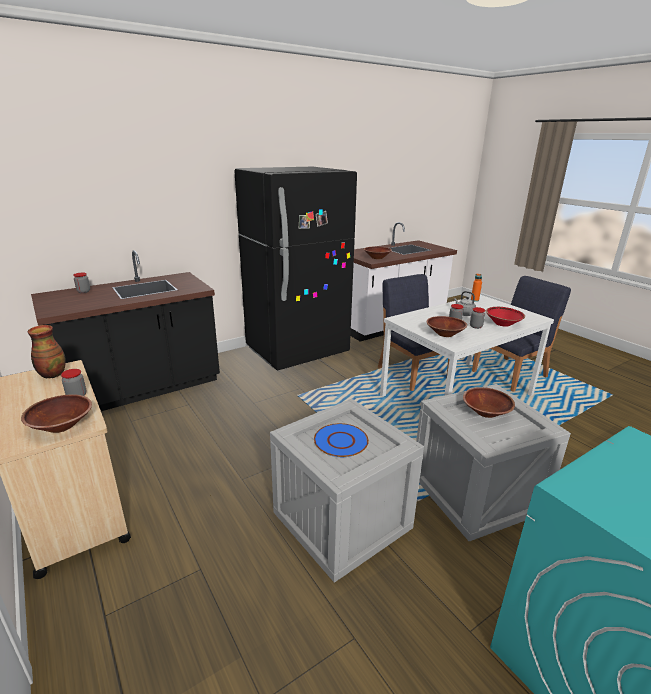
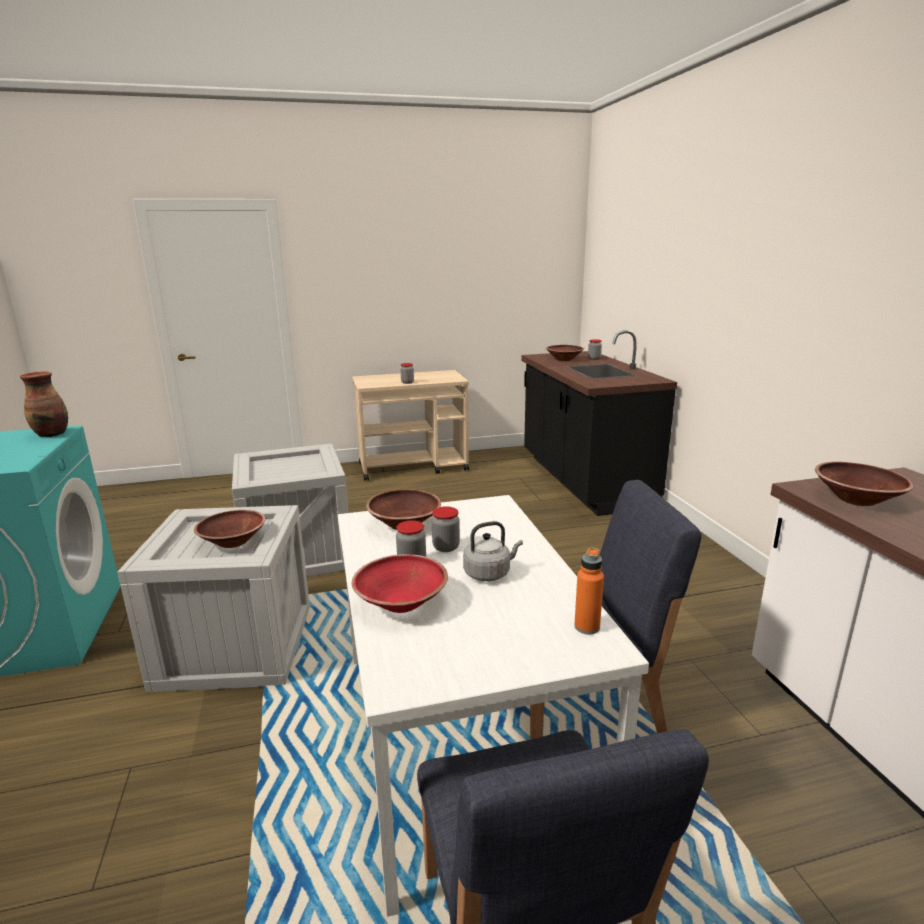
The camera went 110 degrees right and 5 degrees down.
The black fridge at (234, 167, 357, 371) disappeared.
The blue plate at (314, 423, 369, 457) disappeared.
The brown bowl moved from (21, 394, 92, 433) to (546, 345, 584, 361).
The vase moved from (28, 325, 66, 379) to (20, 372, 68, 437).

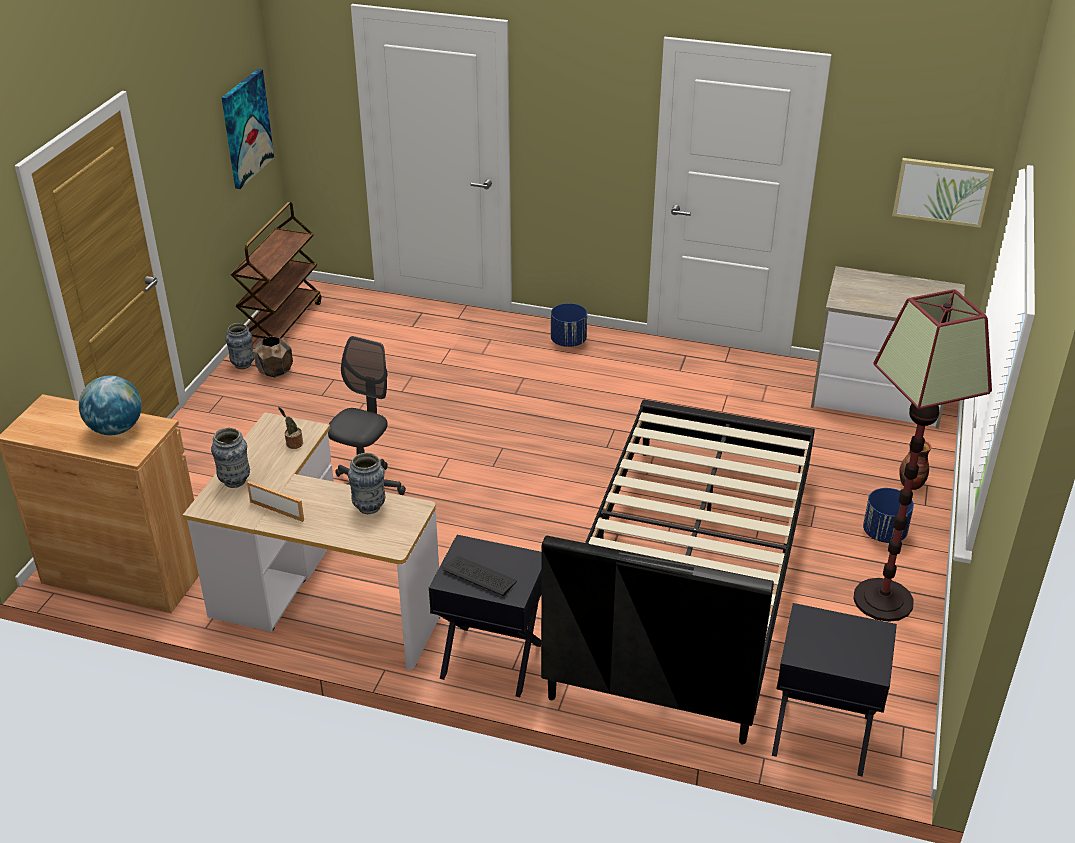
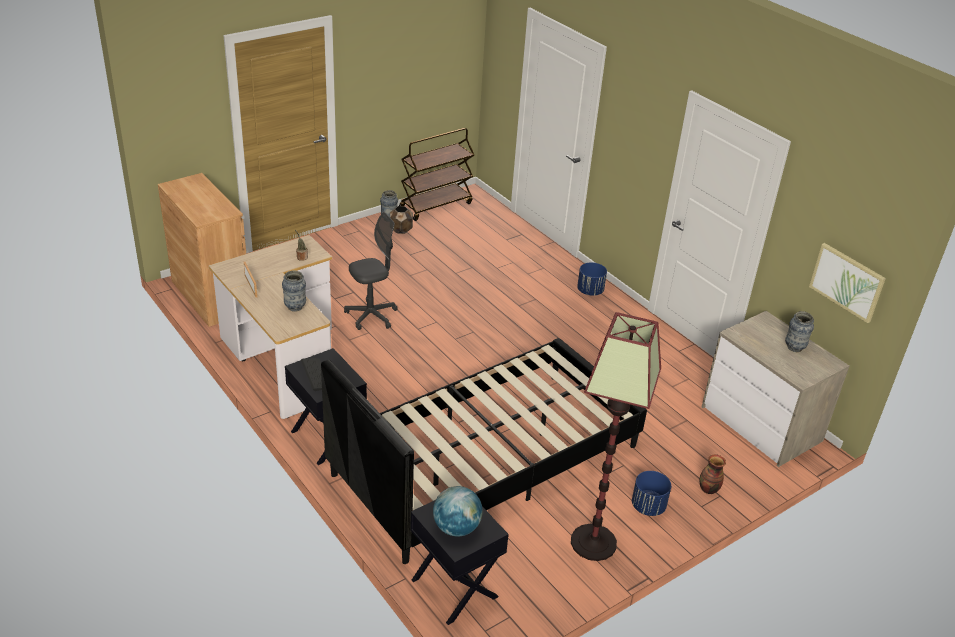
The camera went 35 degrees right and 0 degrees up.
The picture at (222, 69, 274, 189) disappeared.
The globe moved from (79, 375, 142, 435) to (433, 486, 483, 536).
The vase moved from (211, 428, 250, 488) to (785, 311, 814, 352).

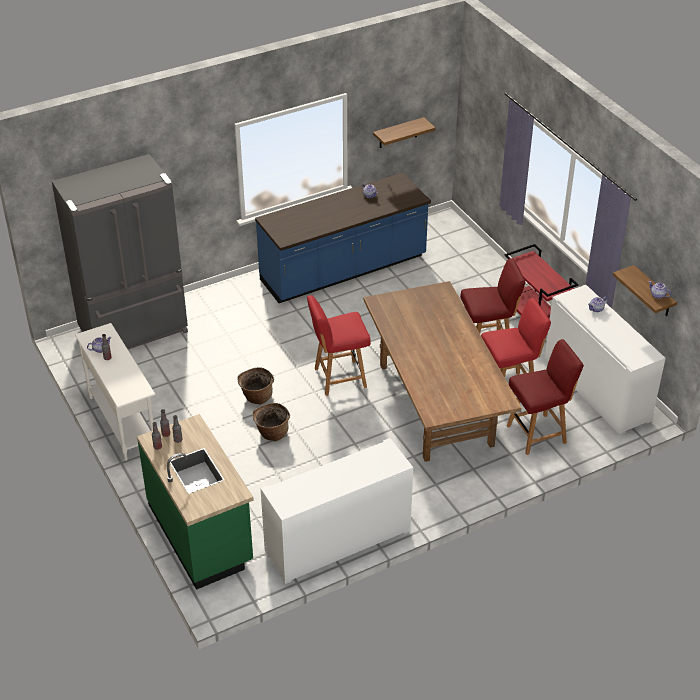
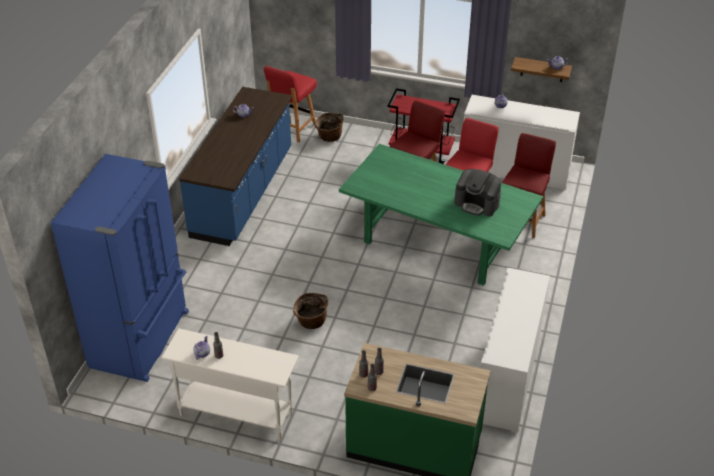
The camera went 45 degrees left and 0 degrees up.
The shelf at (373, 117, 436, 148) disappeared.
The coffee machine at (454, 169, 501, 217) appeared.
The basket moved from (252, 403, 290, 442) to (315, 113, 344, 142).
The red chair moved from (307, 295, 371, 396) to (264, 66, 317, 142).
The grey fridge at (52, 154, 188, 349) became the blue fridge at (51, 154, 189, 382).
The brown dining table at (364, 281, 521, 462) became the green dining table at (339, 144, 543, 286).

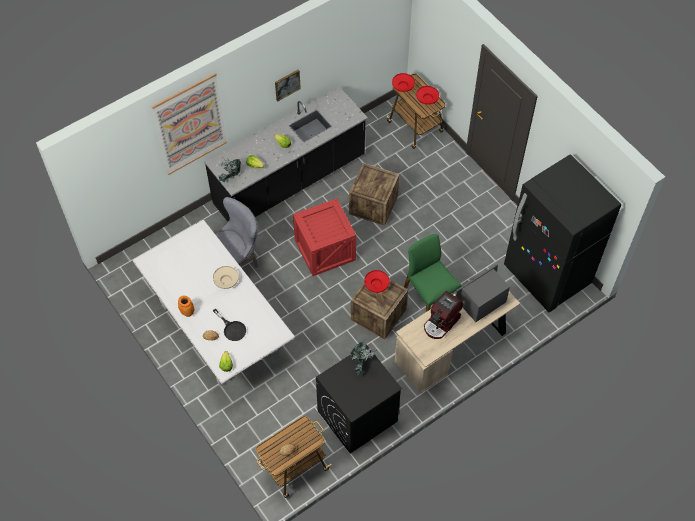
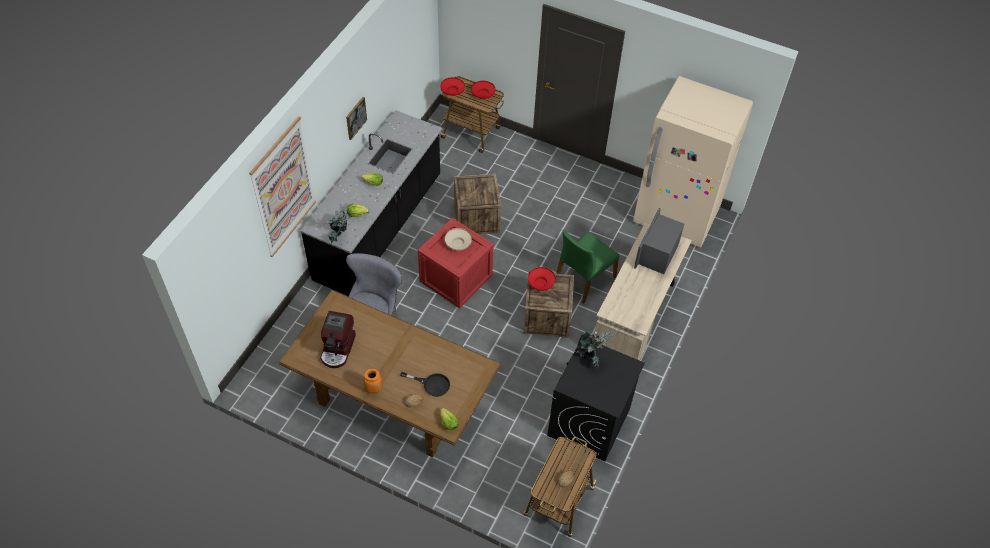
The camera went 30 degrees left and 5 degrees down.
The beige bowl moved from (213, 266, 239, 289) to (445, 228, 472, 250).
The coffee machine moved from (424, 291, 463, 339) to (320, 311, 356, 368).
The white dining table at (133, 219, 295, 386) became the brown dining table at (279, 290, 501, 457).
The black fridge at (504, 155, 621, 312) became the beige fridge at (633, 76, 753, 247).
The green chair at (404, 234, 462, 312) turned 75 degrees counterclockwise.

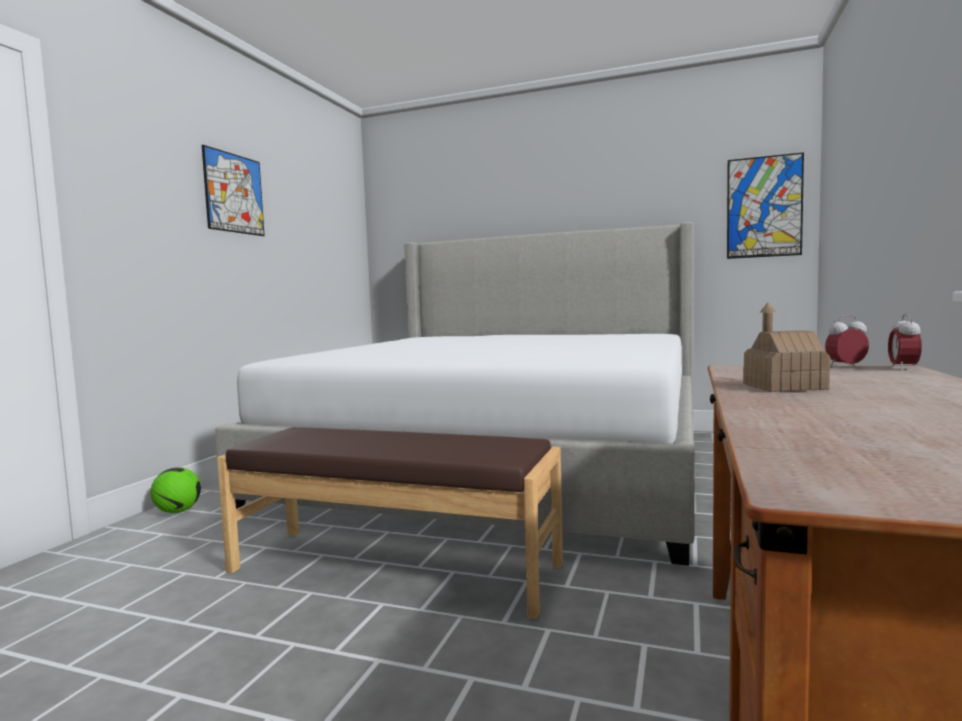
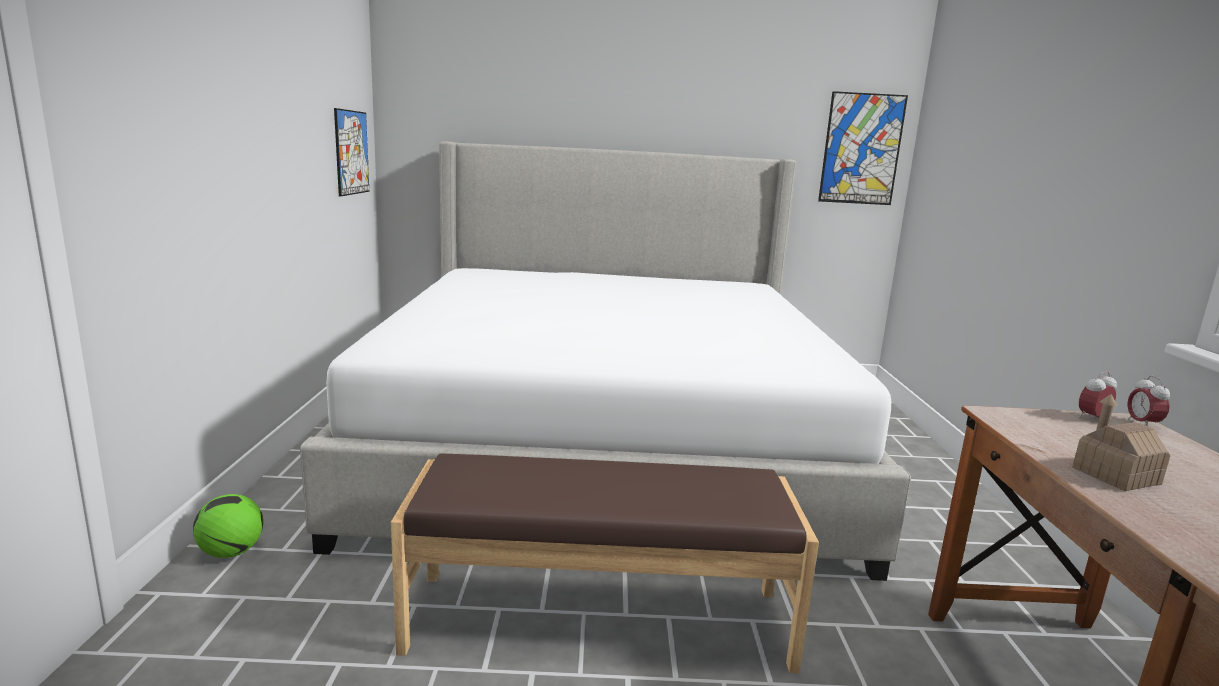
The camera went 20 degrees left and 10 degrees up.
The picture moved from (202, 145, 265, 236) to (334, 108, 369, 197).

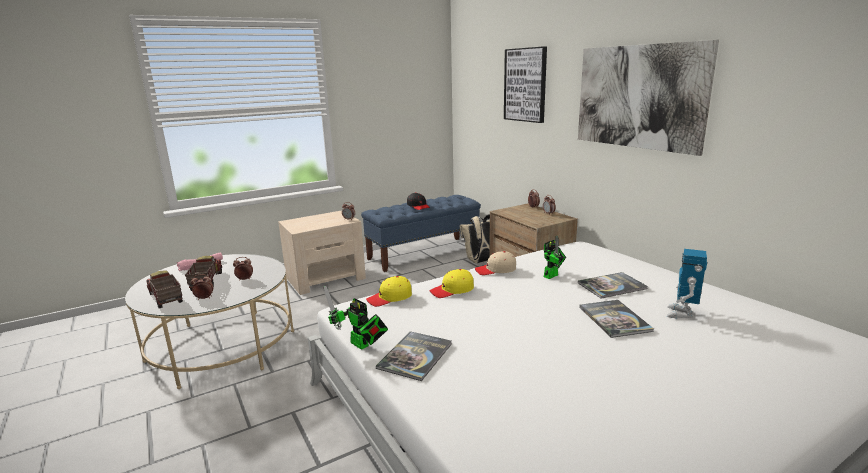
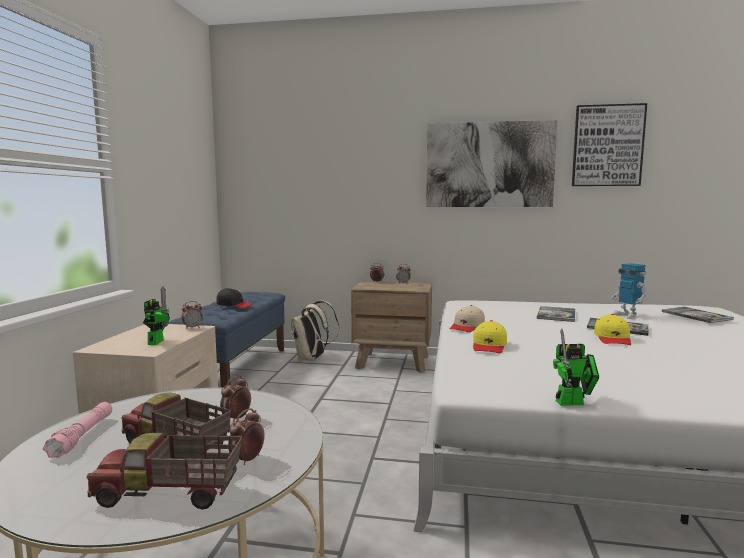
The camera went 50 degrees left and 10 degrees down.
The yellow cap moved from (366, 276, 412, 307) to (594, 314, 631, 345).
The book moved from (376, 331, 452, 381) to (662, 307, 734, 323).
The picture moved from (504, 46, 547, 123) to (572, 103, 647, 186).
The toy robot moved from (544, 236, 566, 279) to (143, 286, 170, 345).

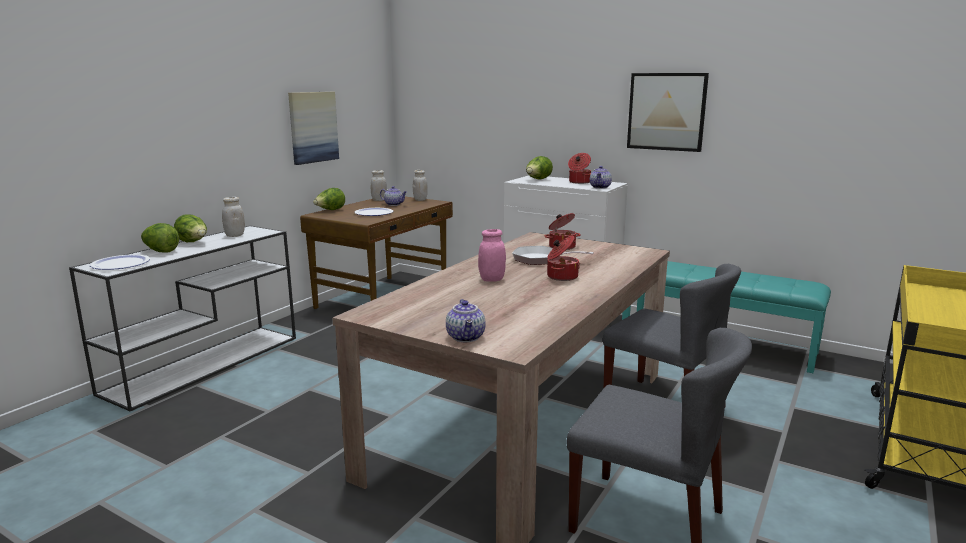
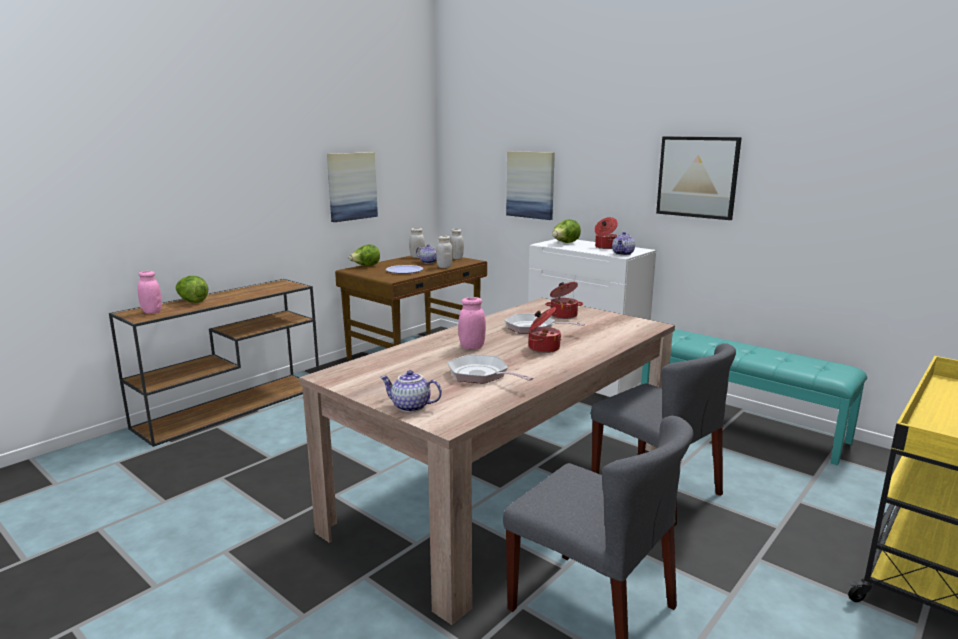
The camera went 10 degrees right and 0 degrees up.
The lettuce at (174, 215, 207, 242) disappeared.
The frying pan at (447, 354, 534, 384) appeared.
The picture at (506, 151, 555, 220) appeared.
The white jar moved from (222, 197, 245, 237) to (436, 236, 453, 268).
The plate at (90, 255, 150, 270) was replaced by the pink jar at (137, 271, 162, 314).
The white console table at (69, 225, 296, 411) became the brown console table at (109, 279, 319, 447).
The teapot at (446, 299, 486, 342) turned 105 degrees clockwise.

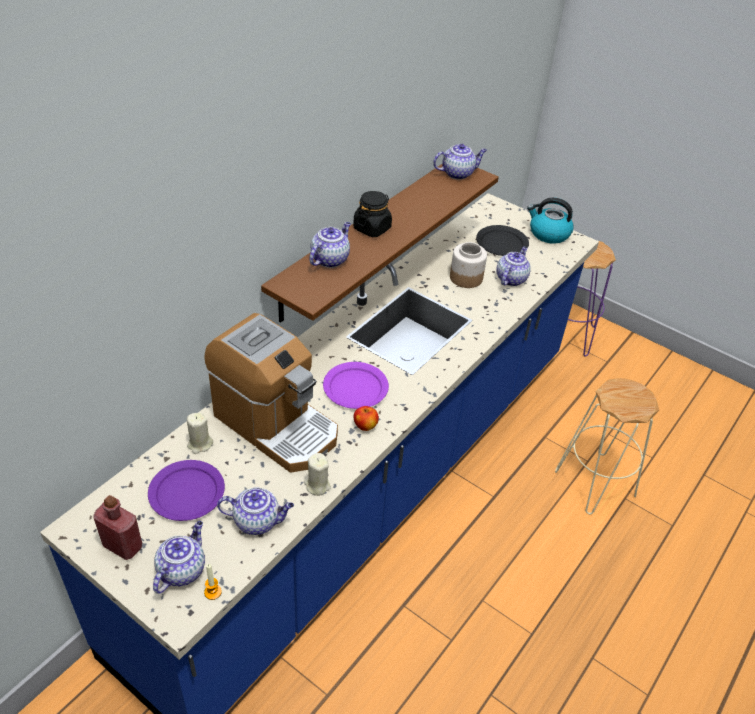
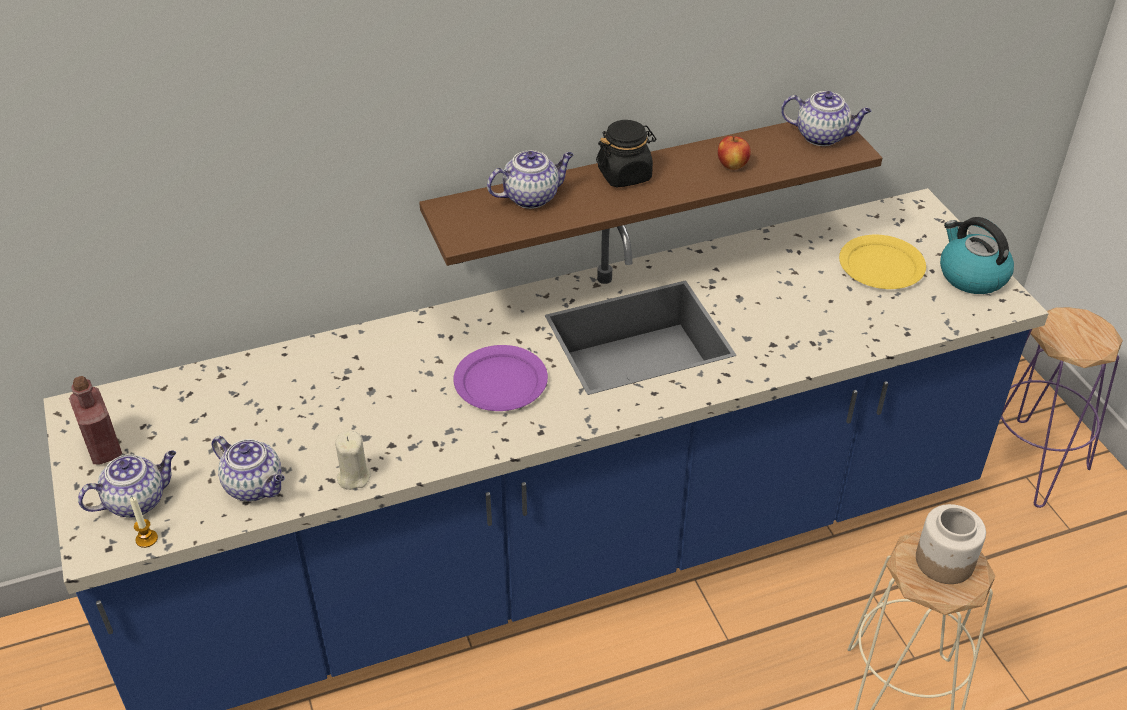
The camera went 35 degrees right and 0 degrees up.
The purple plate at (148, 460, 225, 521) disappeared.
The beige candle at (187, 413, 213, 454) disappeared.
The coffee machine at (204, 313, 338, 473) disappeared.
The teapot at (497, 247, 531, 286) disappeared.
The apple moved from (354, 406, 379, 431) to (718, 136, 751, 170).
The jar moved from (450, 242, 487, 288) to (916, 504, 986, 584).
The black plate at (476, 225, 529, 256) became the yellow plate at (839, 235, 926, 289).

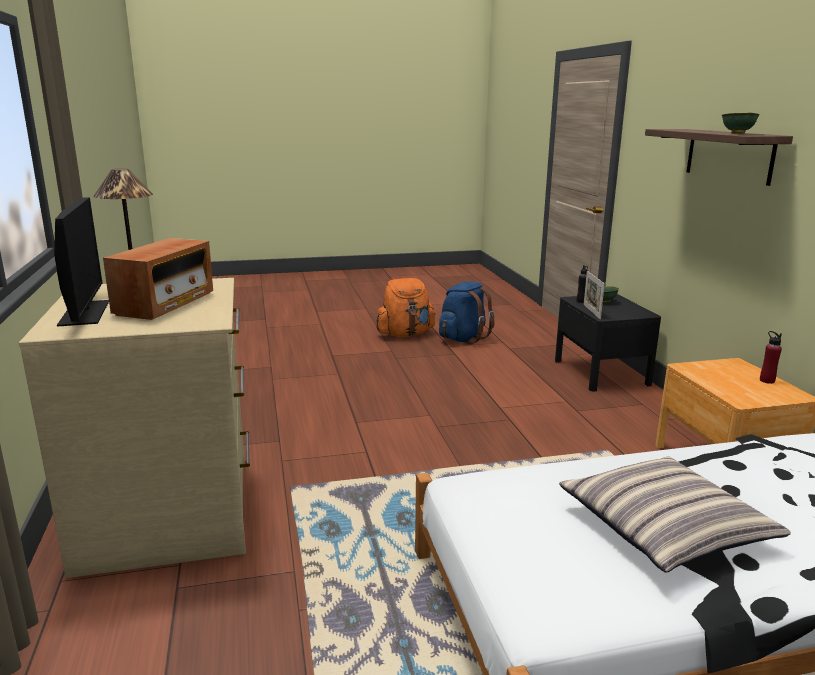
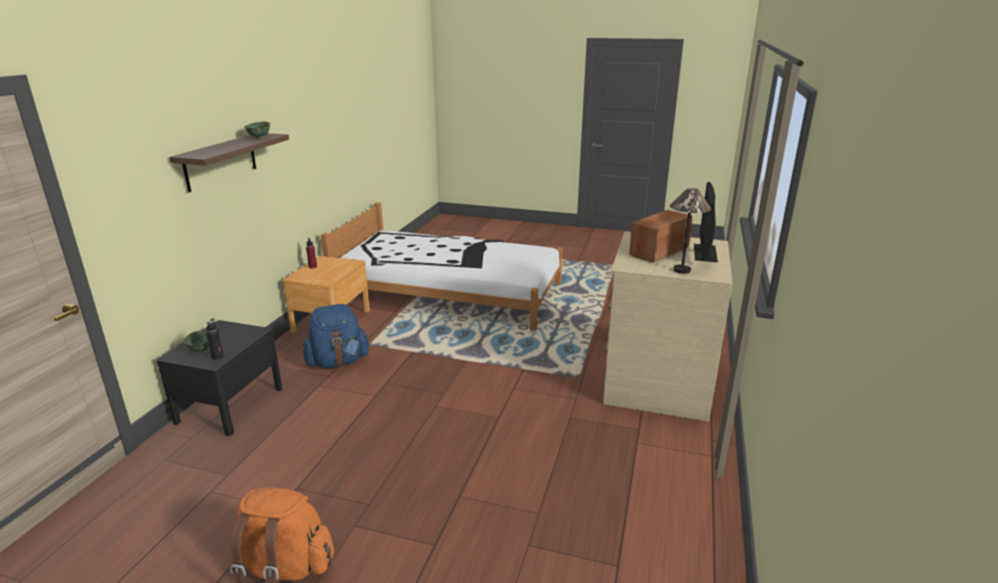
The camera went 150 degrees left and 5 degrees up.
The pillow at (559, 457, 791, 573) disappeared.
The picture frame at (584, 271, 605, 319) disappeared.
The blue backpack moved from (439, 281, 495, 344) to (303, 304, 370, 368).

